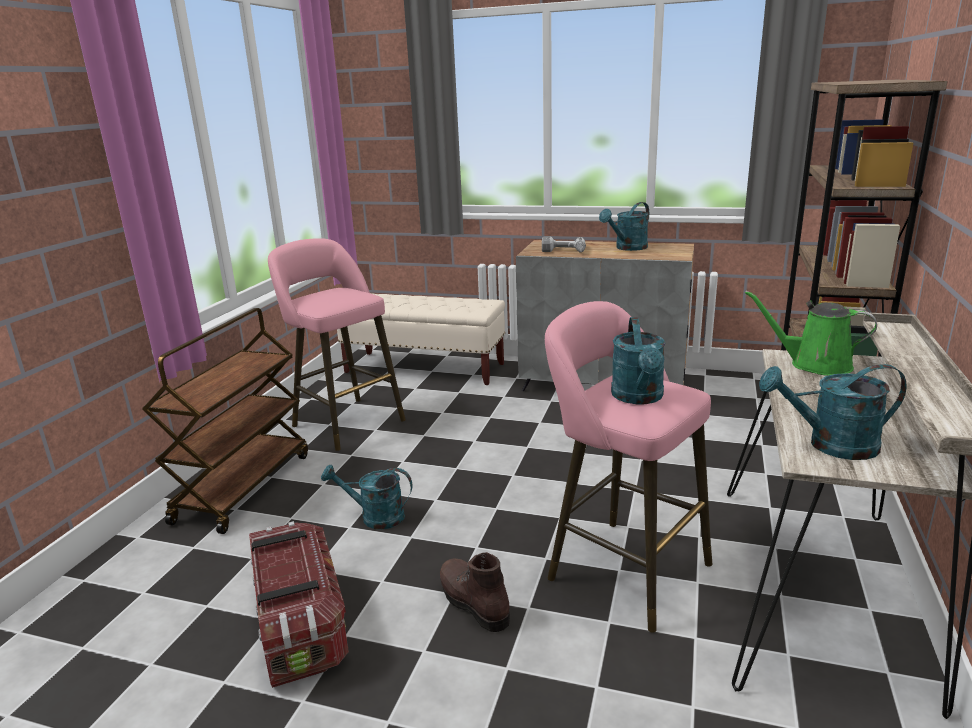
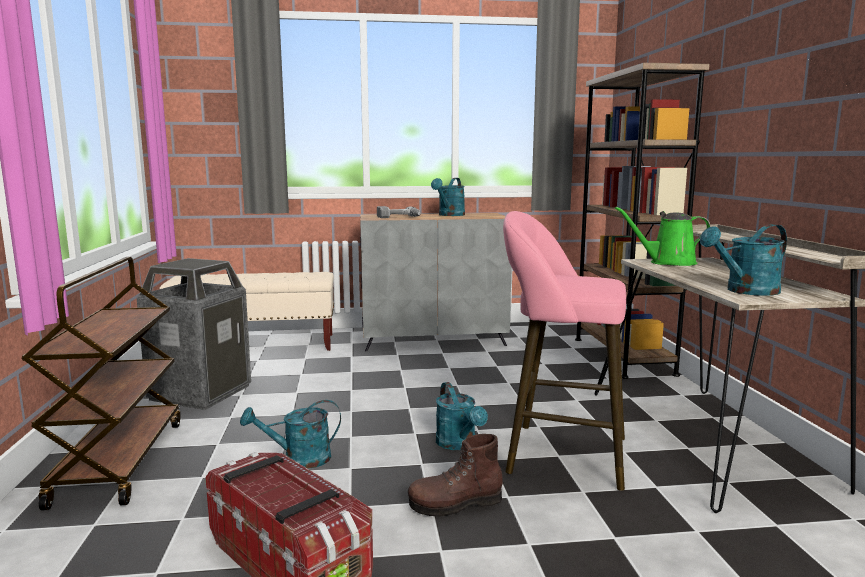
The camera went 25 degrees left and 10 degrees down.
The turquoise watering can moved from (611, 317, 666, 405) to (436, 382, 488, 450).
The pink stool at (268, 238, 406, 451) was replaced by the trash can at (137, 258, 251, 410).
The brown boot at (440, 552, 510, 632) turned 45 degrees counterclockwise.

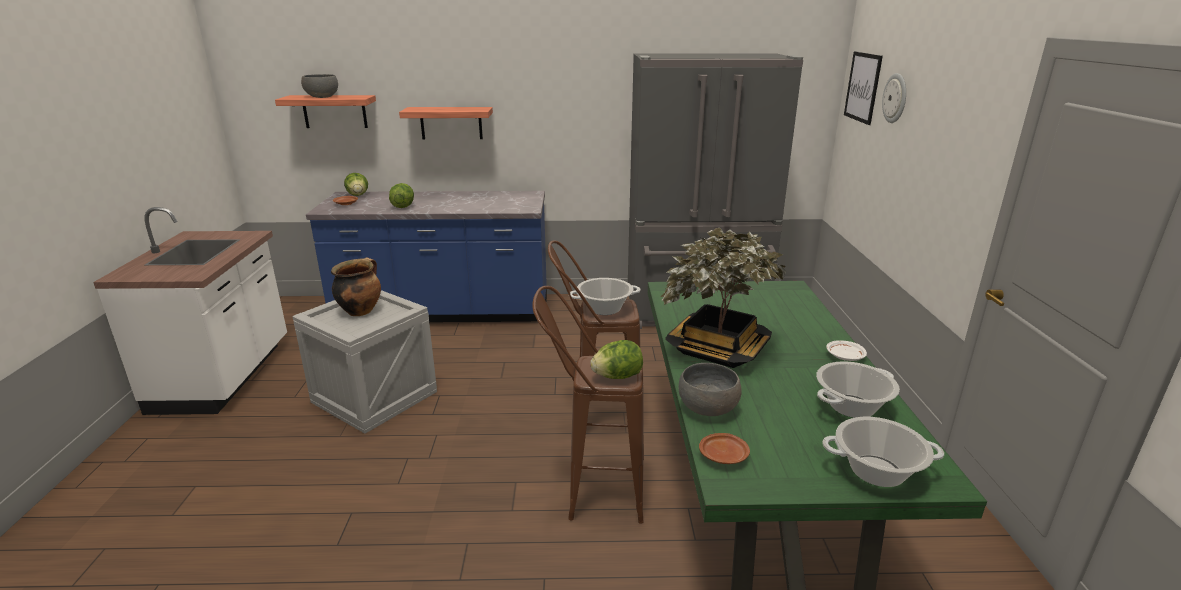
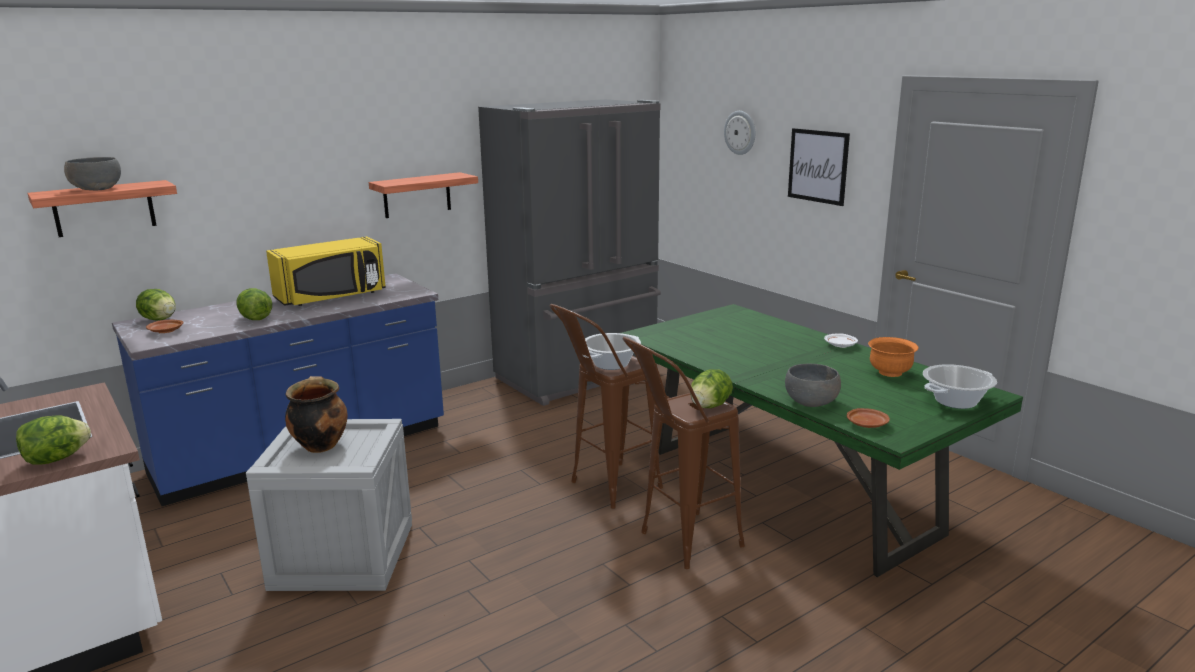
The camera went 35 degrees left and 5 degrees down.
The potted plant at (661, 228, 786, 368) disappeared.
The lettuce at (16, 416, 91, 465) appeared.
The yellow microwave at (266, 236, 386, 306) appeared.
The shelf moved from (399, 107, 493, 139) to (368, 172, 478, 218).
The picture moved from (844, 51, 883, 125) to (788, 128, 850, 206).
The cooking pot at (816, 361, 900, 418) was replaced by the orange bowl at (868, 337, 919, 377).

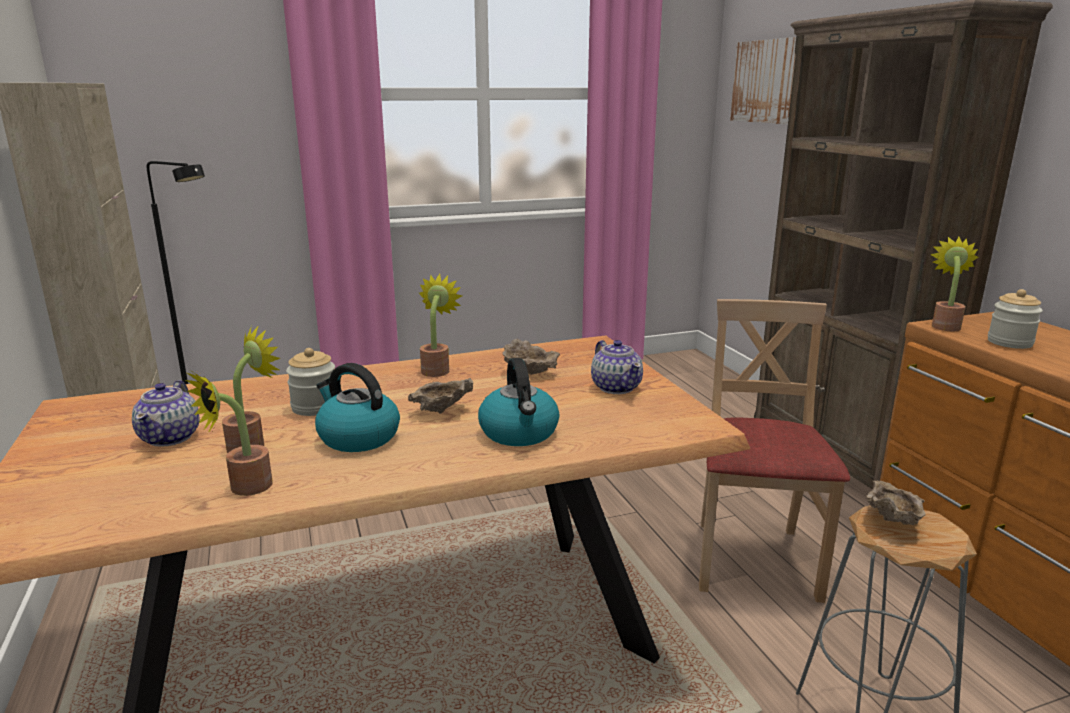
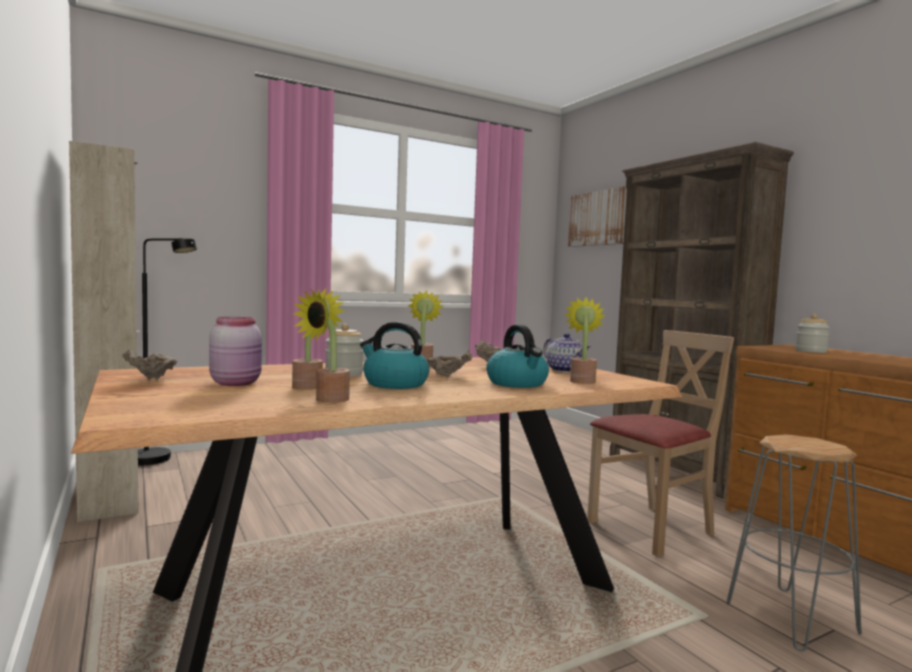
The camera went 10 degrees left and 15 degrees down.
The beige bowl moved from (867, 481, 926, 525) to (122, 350, 178, 380).
The potted plant moved from (930, 236, 979, 331) to (564, 297, 605, 384).
The teapot at (132, 380, 199, 447) was replaced by the pink jar at (209, 317, 262, 386).
The beige chair at (699, 299, 850, 603) turned 60 degrees clockwise.

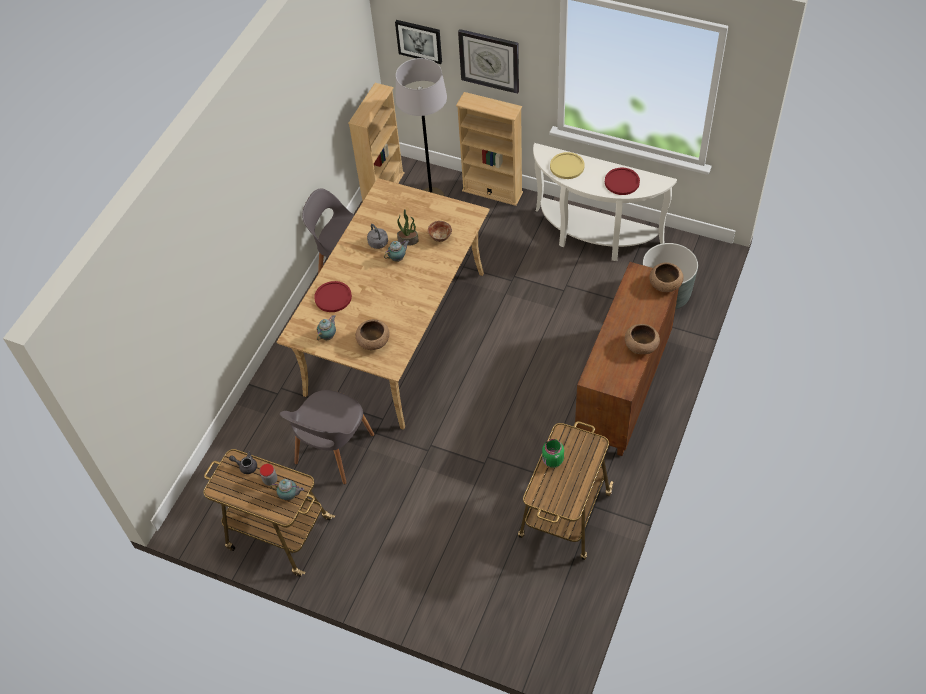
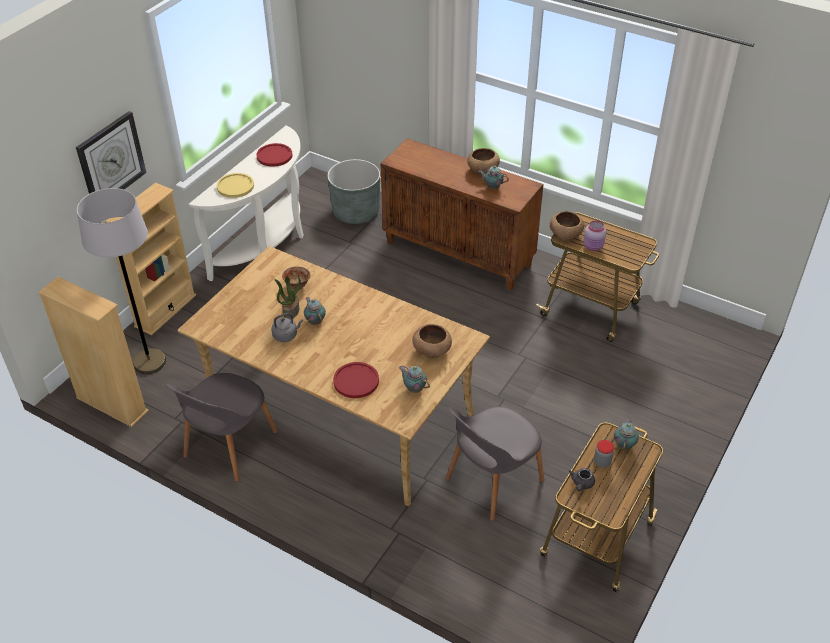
The camera went 85 degrees left and 10 degrees down.
The picture at (395, 20, 442, 64) disappeared.
The teapot at (478, 166, 509, 189) appeared.
The brown bowl moved from (649, 262, 684, 292) to (550, 211, 584, 241).
The green jar at (542, 439, 564, 468) became the pink jar at (584, 220, 606, 251).
The grey chair at (280, 390, 374, 484) turned 105 degrees clockwise.

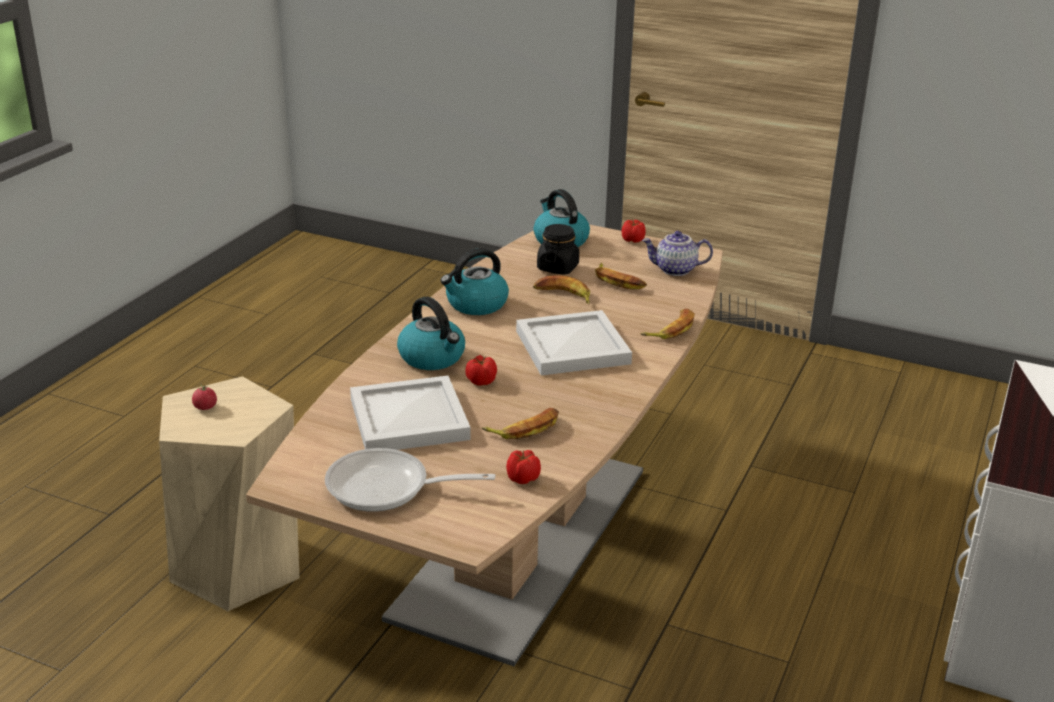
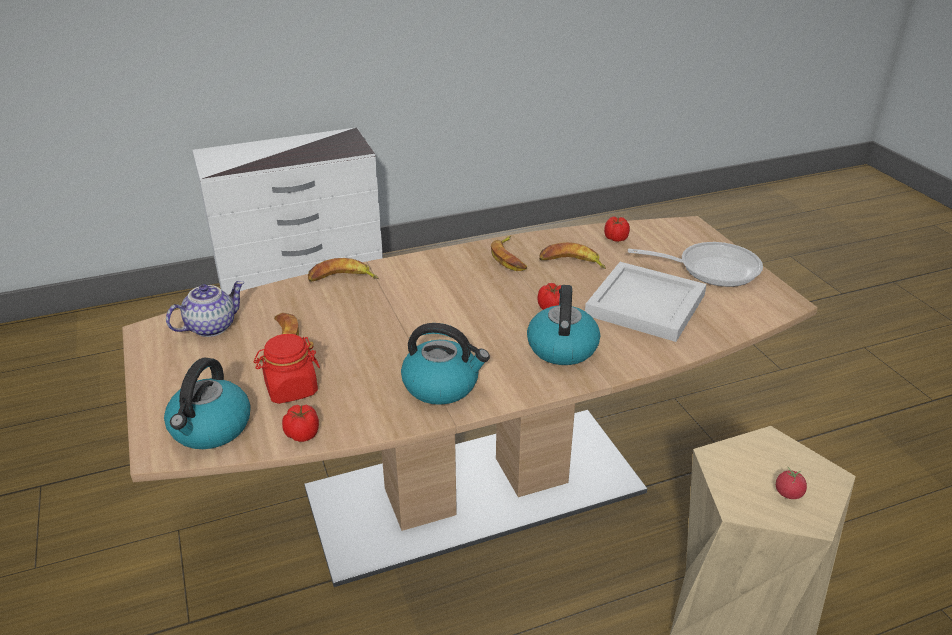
The camera went 135 degrees left and 5 degrees up.
The white tray at (516, 310, 632, 376) disappeared.
The banana moved from (533, 275, 590, 305) to (491, 236, 527, 271).
The tomato moved from (622, 220, 646, 243) to (282, 405, 319, 442).
The black jar at (537, 224, 579, 275) became the red jar at (254, 334, 320, 404).
The frying pan at (325, 448, 496, 512) turned 45 degrees counterclockwise.
The teapot at (642, 231, 713, 276) turned 90 degrees counterclockwise.

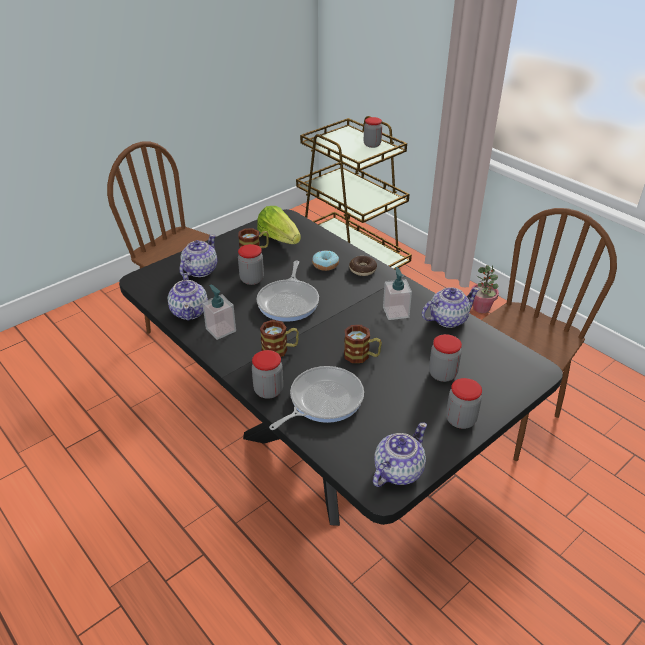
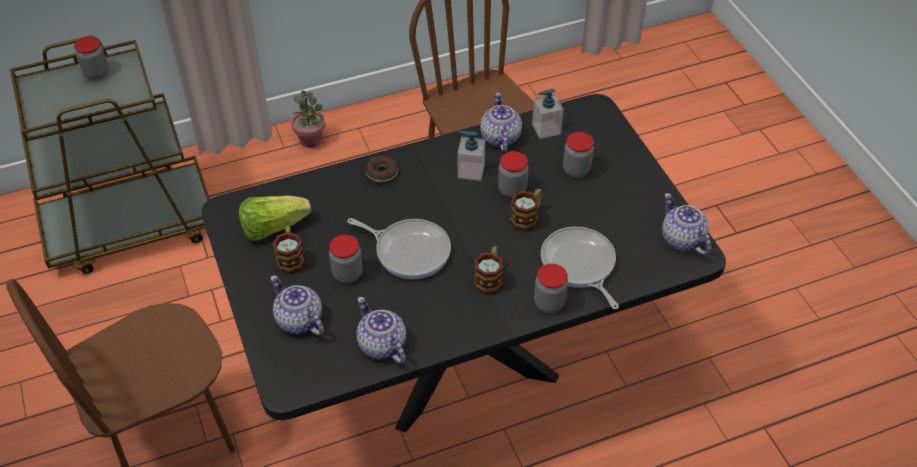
The camera went 70 degrees left and 10 degrees up.
The donut at (312, 250, 339, 271) disappeared.
The soap dispenser moved from (202, 285, 236, 340) to (532, 89, 564, 139).
The jar moved from (446, 378, 482, 429) to (498, 151, 529, 198).
The teapot at (168, 273, 208, 321) turned 135 degrees counterclockwise.

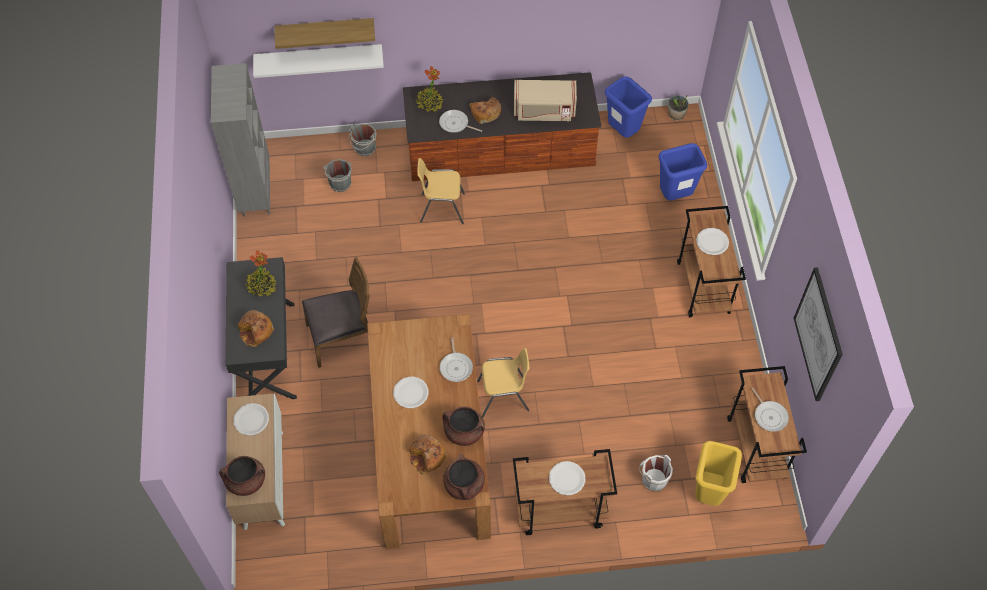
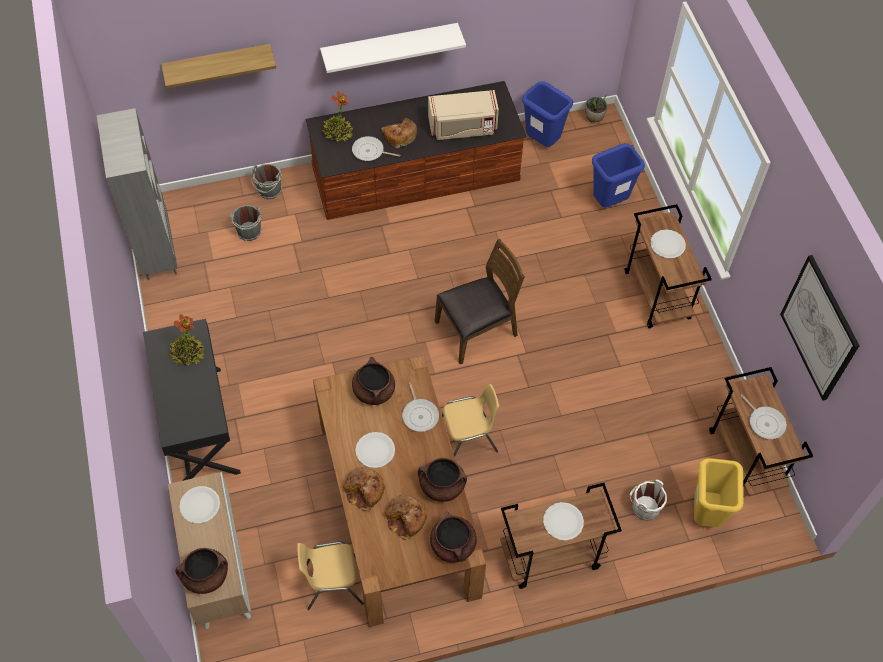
The camera went 10 degrees left and 0 degrees up.
The brown cooking pot at (352, 357, 395, 405) appeared.
The bread moved from (238, 310, 274, 347) to (343, 467, 386, 511).
The white shelf moved from (253, 44, 384, 78) to (320, 23, 466, 73).
The brown chair moved from (302, 257, 370, 368) to (435, 239, 525, 364).
The yellow chair moved from (417, 158, 465, 224) to (297, 542, 364, 610).

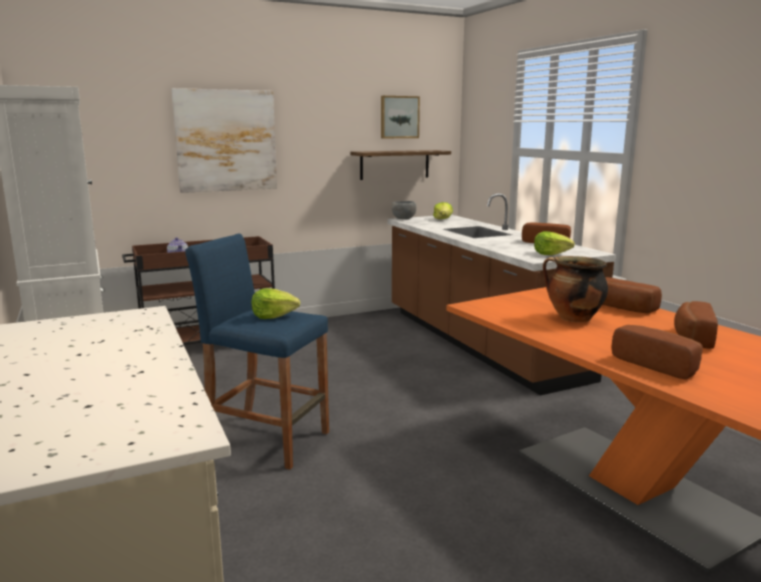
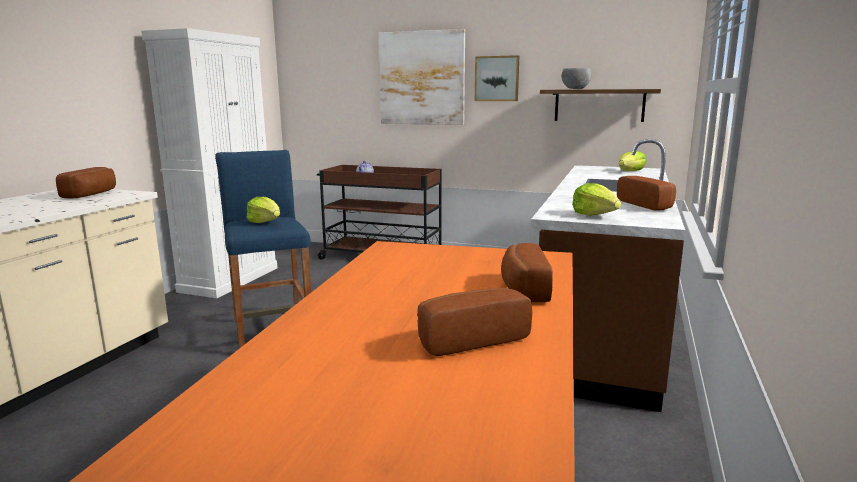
The camera went 45 degrees right and 0 degrees up.
The cooking pot at (543, 256, 608, 322) disappeared.
The picture moved from (381, 96, 420, 138) to (475, 55, 519, 101).
The grey bowl moved from (392, 201, 417, 219) to (562, 68, 591, 89).
The bread moved from (612, 325, 703, 379) to (56, 167, 116, 198).

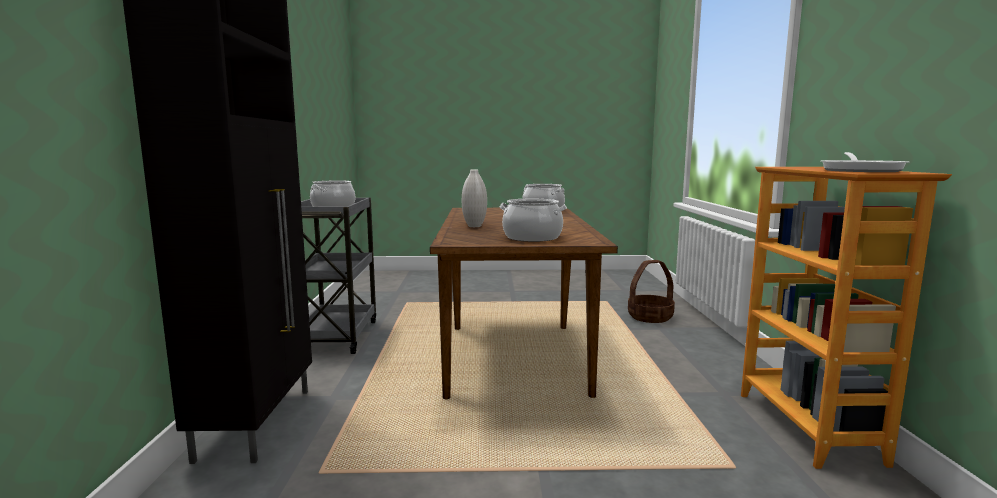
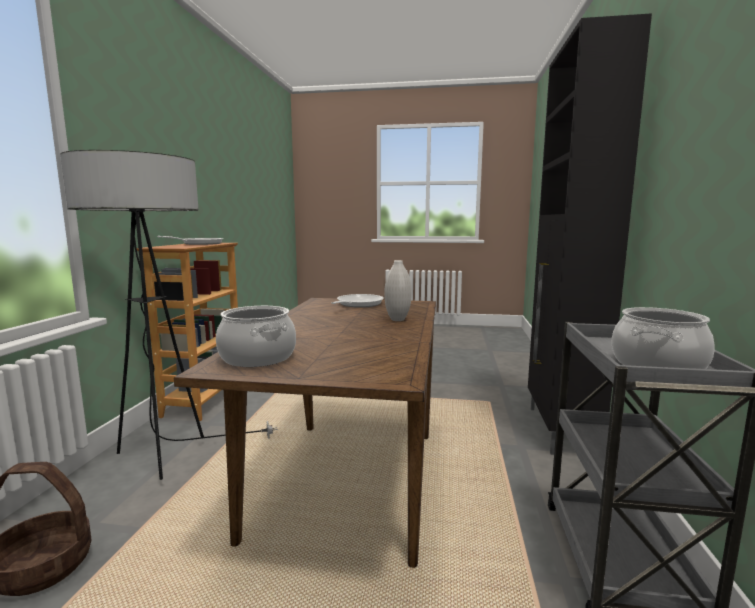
The camera went 170 degrees left and 0 degrees up.
The floor lamp at (61, 150, 278, 480) appeared.
The cooking pot at (500, 199, 567, 242) was replaced by the frying pan at (331, 294, 384, 308).

